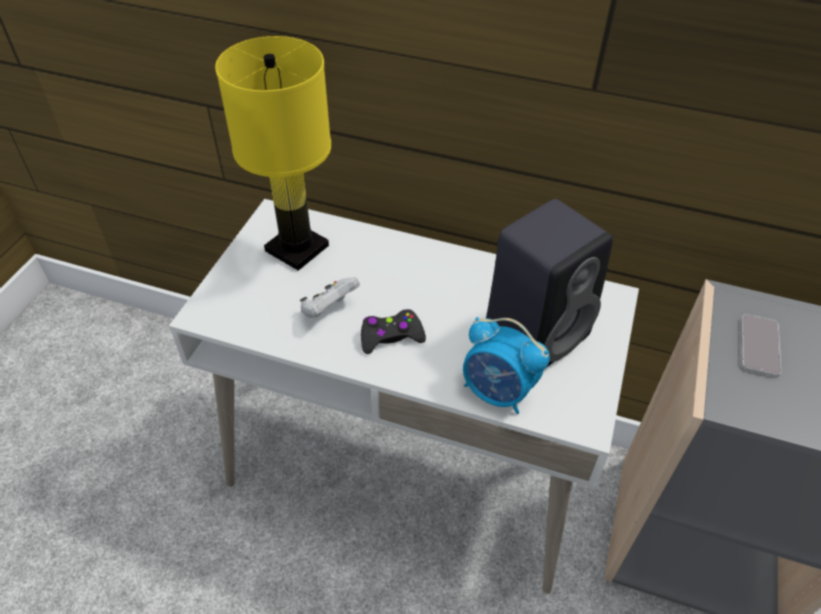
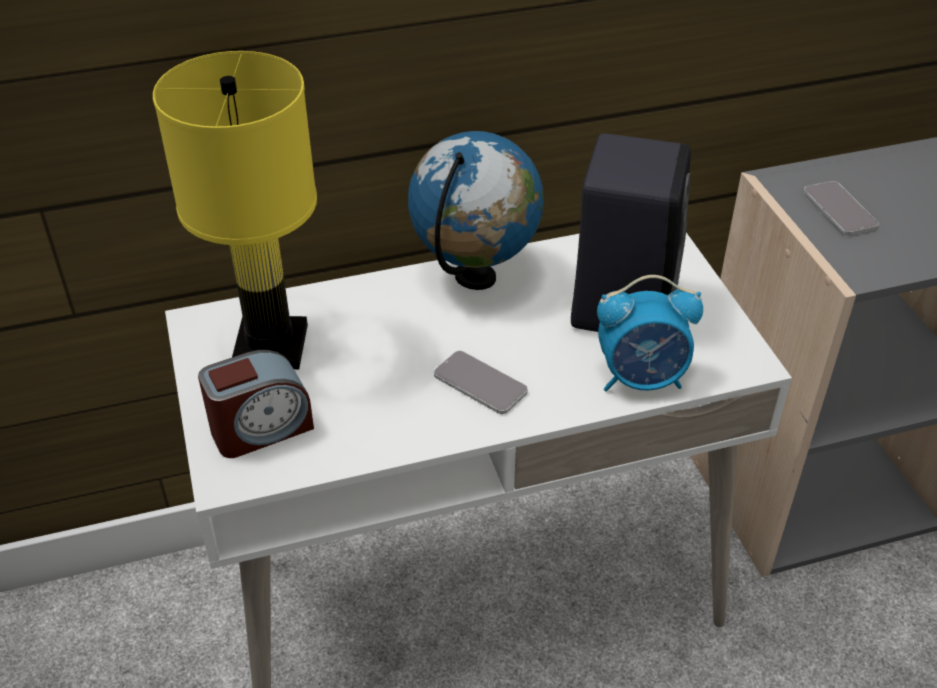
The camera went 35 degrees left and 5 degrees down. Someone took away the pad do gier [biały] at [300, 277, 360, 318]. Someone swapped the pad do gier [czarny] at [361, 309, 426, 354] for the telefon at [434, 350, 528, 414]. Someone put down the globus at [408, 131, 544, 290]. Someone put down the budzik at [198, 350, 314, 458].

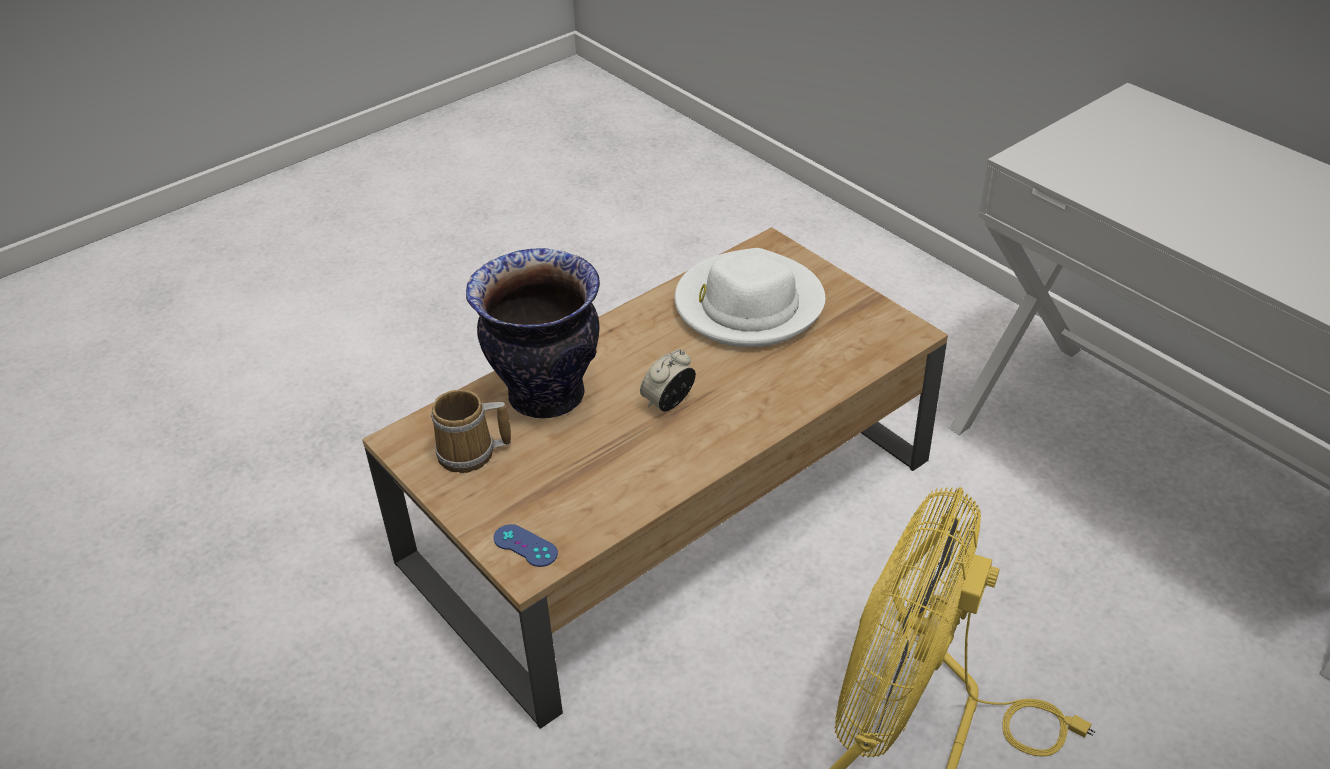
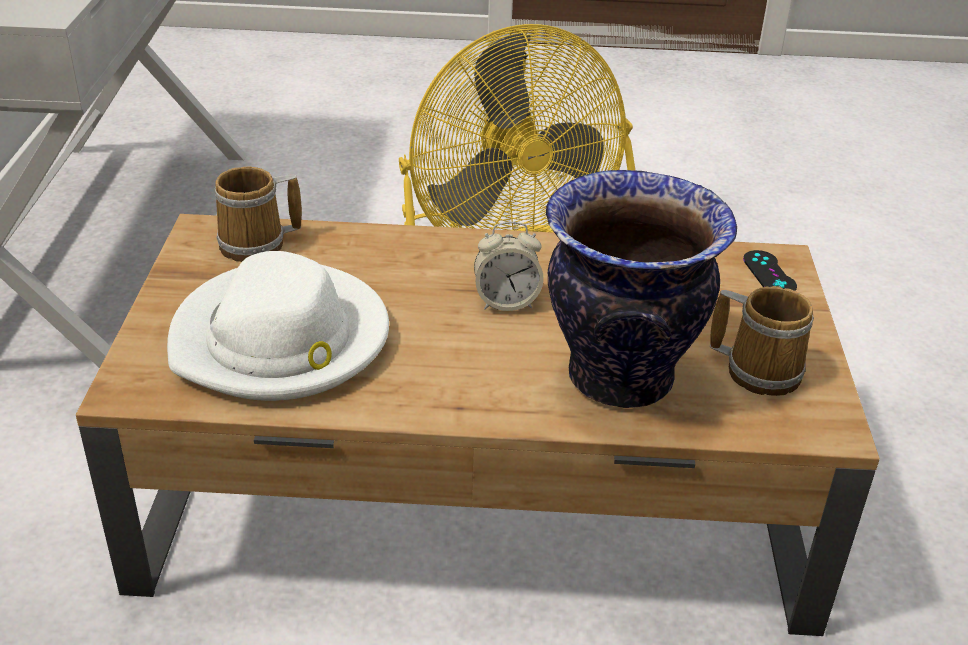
The camera went 140 degrees left and 5 degrees down. Someone repainted the pad do gier [niebieski] at [493, 524, 558, 567], which became the pad do gier [czarny] at [743, 250, 797, 291]. Someone put down the kubek at [214, 167, 302, 262].

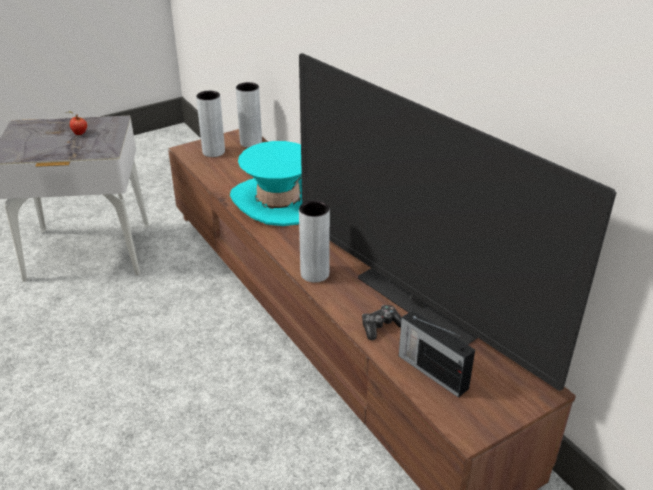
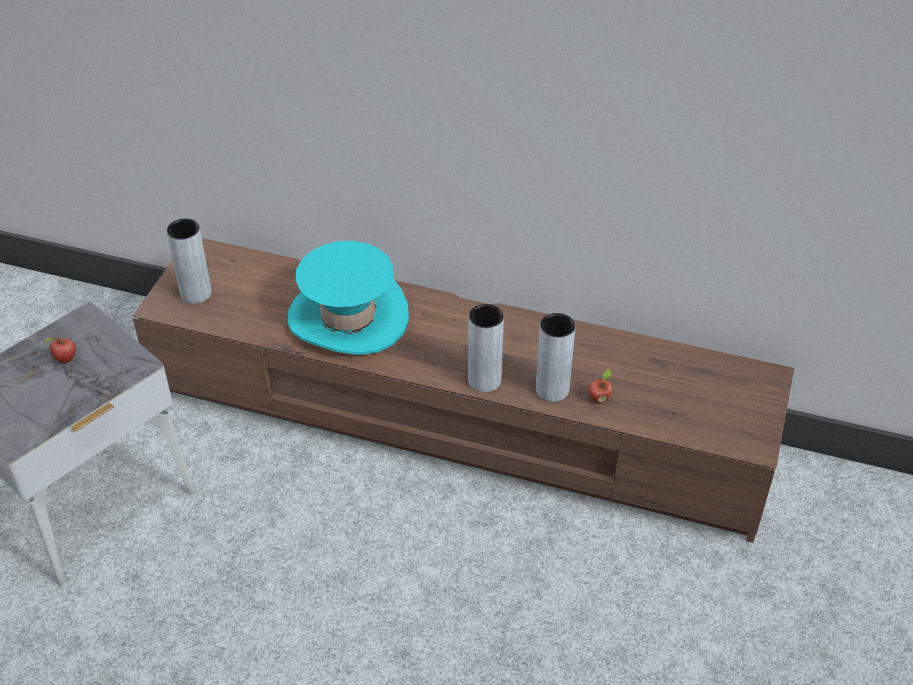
The camera went 40 degrees left and 10 degrees up. Someone took away the telewizor at [299, 53, 616, 391]. Someone carried the wazon [szary] from [236, 82, 262, 148] to [536, 313, 575, 402]. Someone swapped the pad do gier at [362, 305, 402, 340] for the jabłko at [588, 369, 612, 403]. Someone took away the radio at [399, 310, 475, 398].

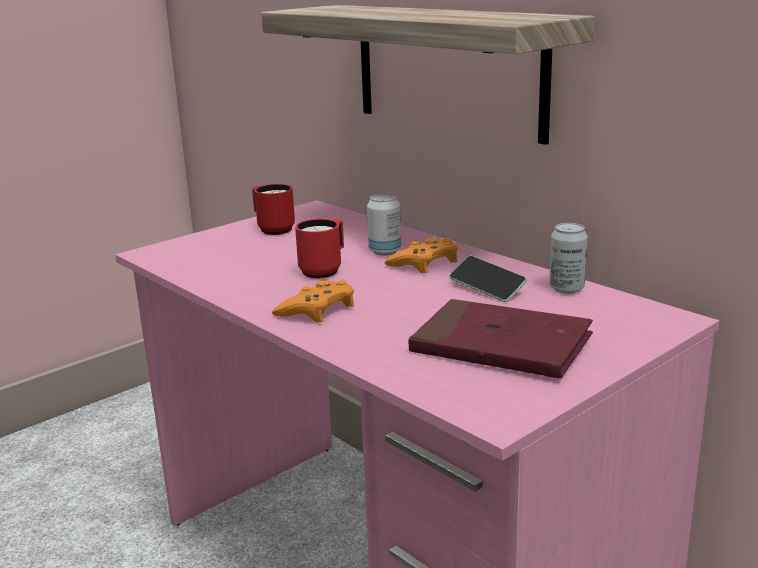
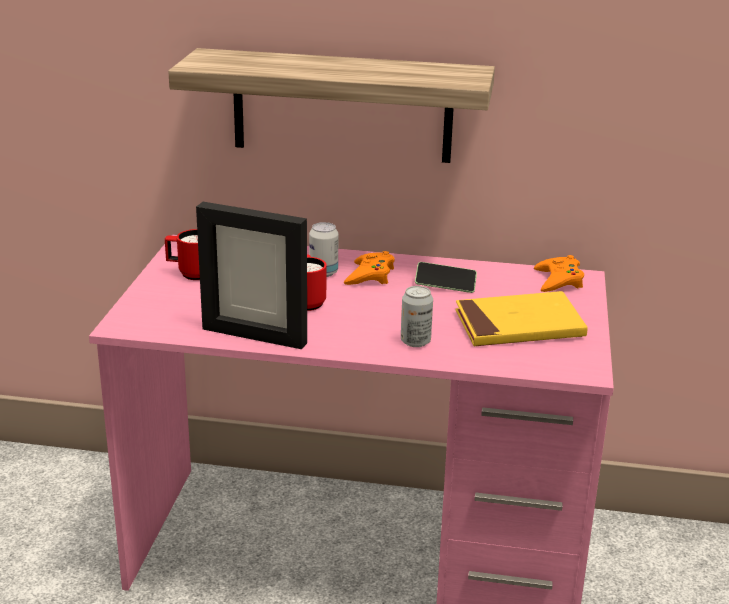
The camera went 40 degrees left and 5 degrees up. Someone carried the puszka from [549, 223, 588, 294] to [401, 286, 433, 347]. Someone carried the pad do gier [pomarańczowy] from [272, 280, 354, 322] to [534, 255, 584, 292]. Someone repainted the książka [czerwony] at [408, 299, 593, 378], which became the książka [żółty] at [455, 291, 588, 346]. Someone put down the ramka na zdjęcie at [196, 202, 307, 349].

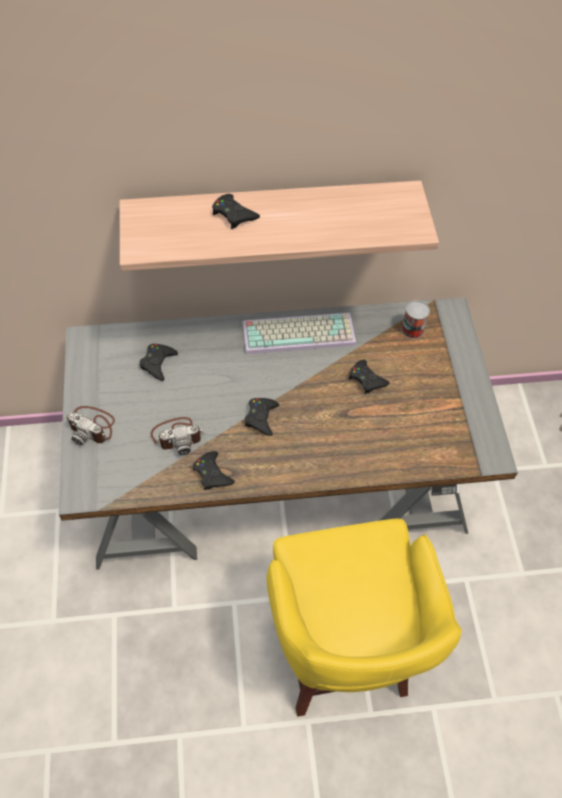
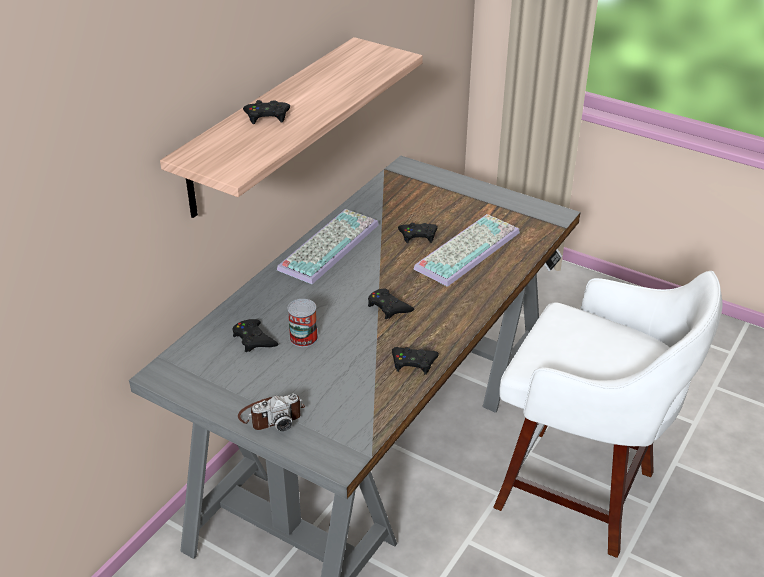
The camera went 50 degrees left and 20 degrees down. Someone carried the puszka from [401, 300, 430, 339] to [287, 299, 318, 347]. Someone took away the aparat fotograficzny at [150, 417, 205, 455]. Someone repainted the stołek [żółty] at [266, 519, 462, 717], which became the stołek [biały] at [493, 271, 723, 558]. Someone put down the klawiatura at [414, 214, 520, 287].

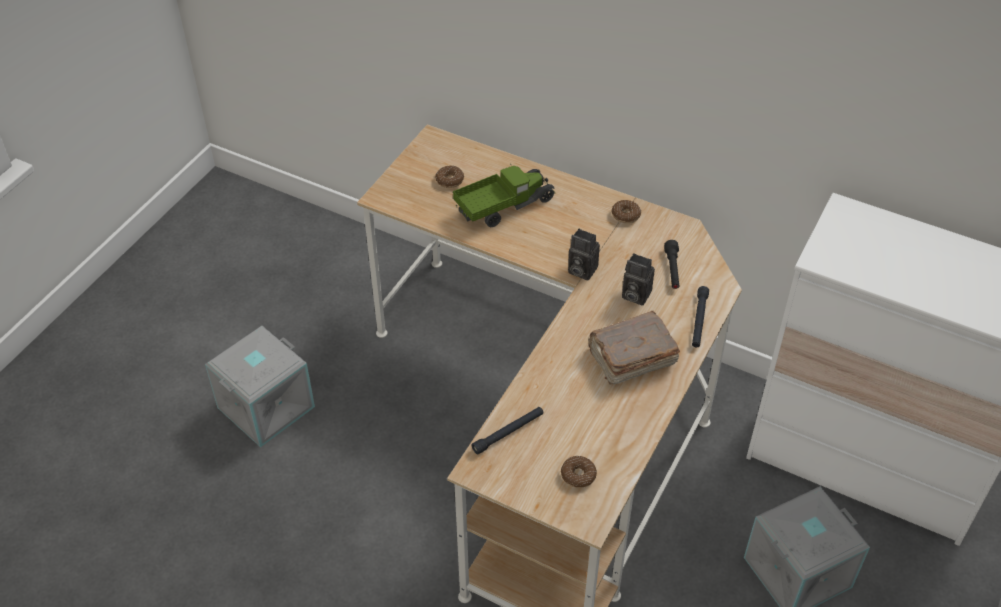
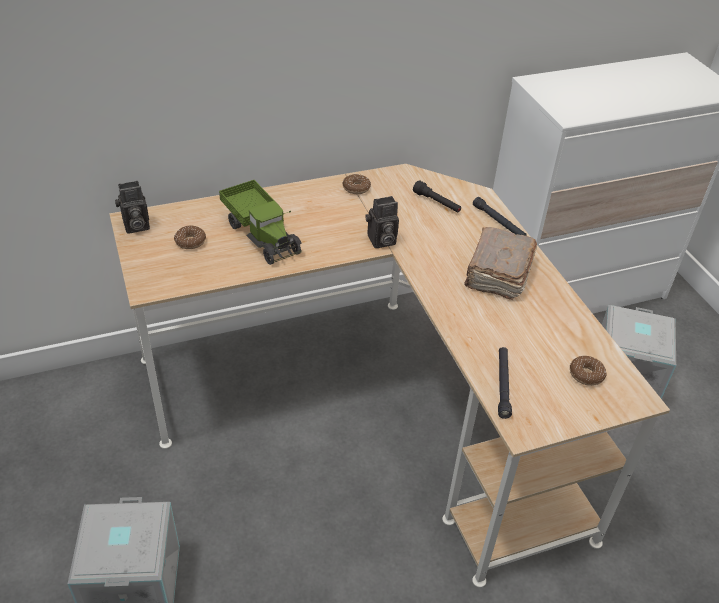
The camera went 50 degrees left and 5 degrees down. Someone rotated the ciężarówka zabawkowa at [453, 164, 555, 227] by 135 degrees clockwise. Someone carried the aparat fotograficzny from [622, 253, 655, 306] to [115, 181, 150, 234].

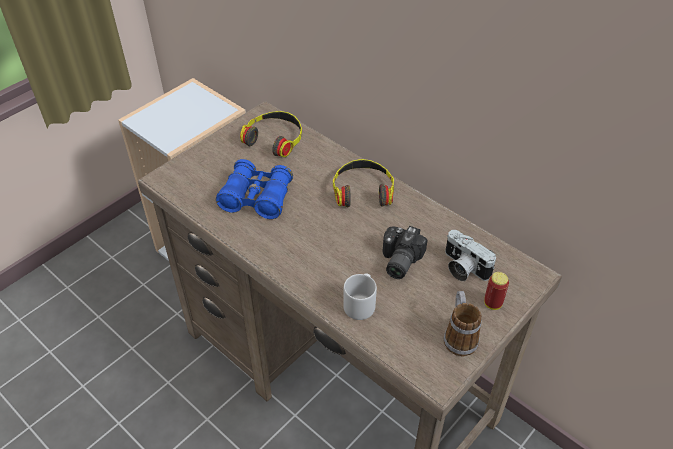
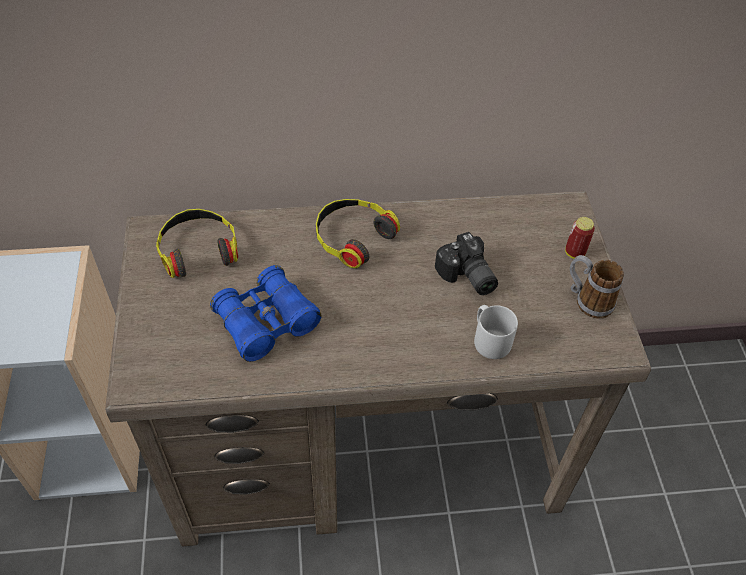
The camera went 50 degrees left and 5 degrees up. Someone took away the aparat fotograficzny at [445, 230, 496, 281].

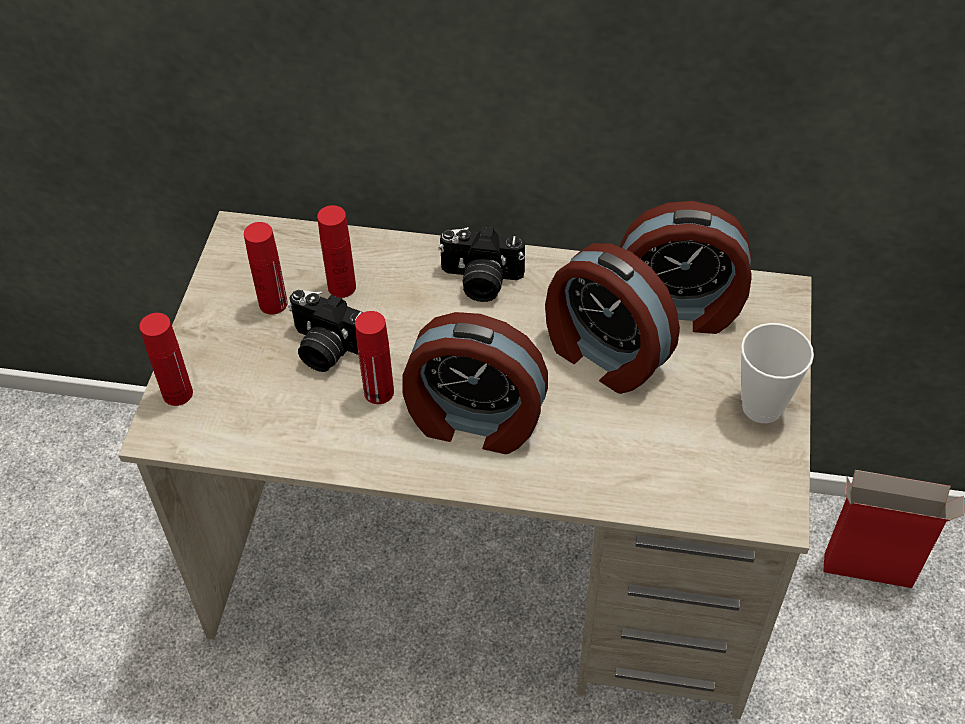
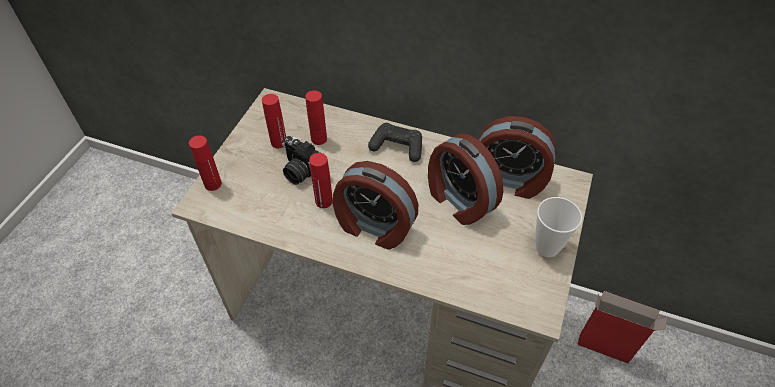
The camera went 10 degrees right and 0 degrees up. Someone swapped the aparat fotograficzny at [438, 226, 525, 302] for the pad do gier [czarny] at [368, 123, 422, 162].

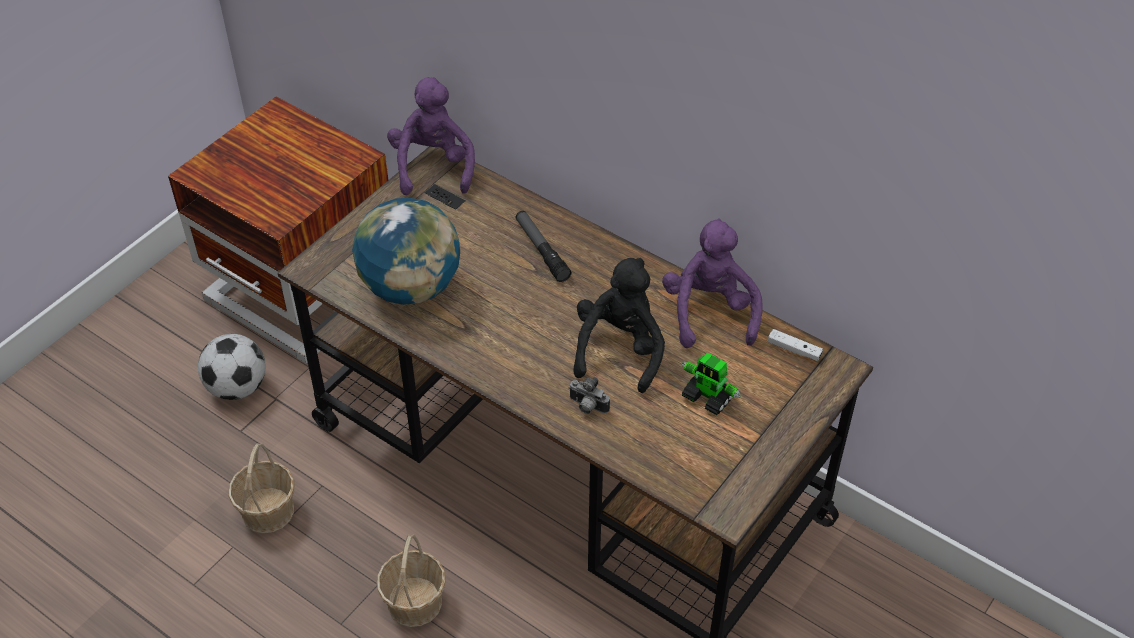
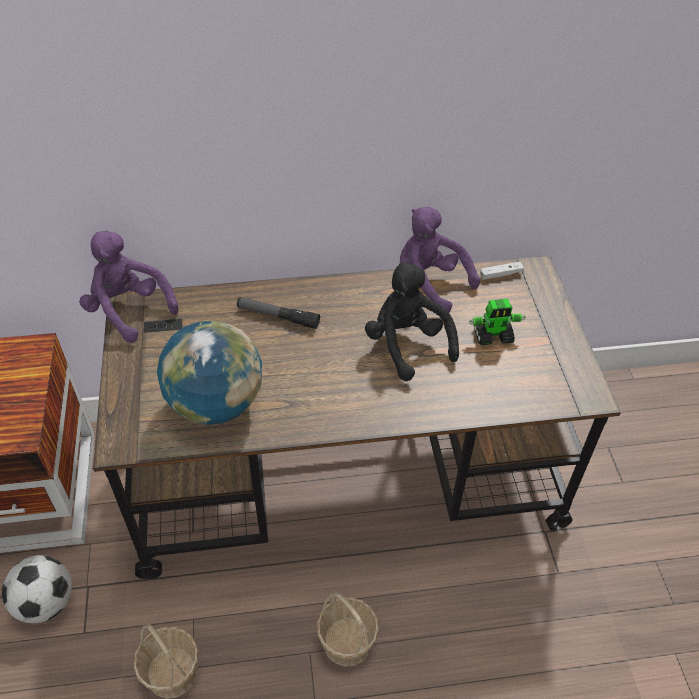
The camera went 45 degrees left and 0 degrees up. Someone took away the aparat fotograficzny at [569, 377, 610, 414].

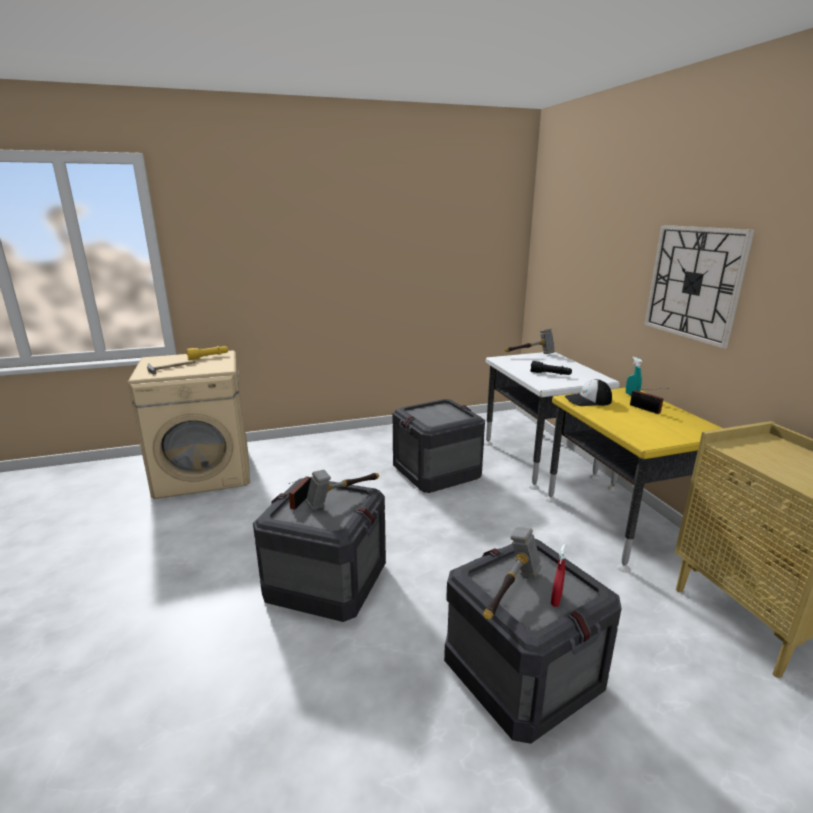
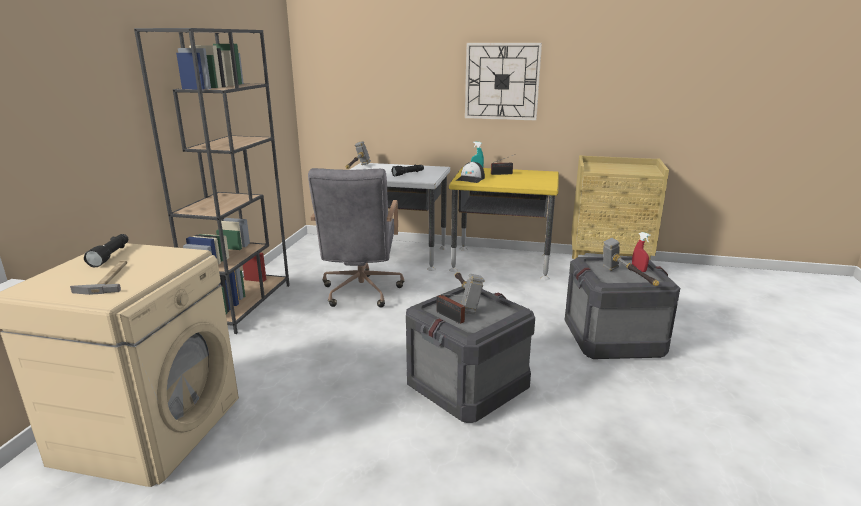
The camera went 60 degrees left and 0 degrees up. Someone repainted the latarka [żółty] at [186, 346, 228, 360], which became the latarka [czarny] at [84, 234, 128, 268]. Someone swapped the skrzynka at [392, 399, 485, 493] for the krzesło biurowe [szary] at [308, 168, 405, 307]. Someone put down the regał at [134, 28, 290, 334].

